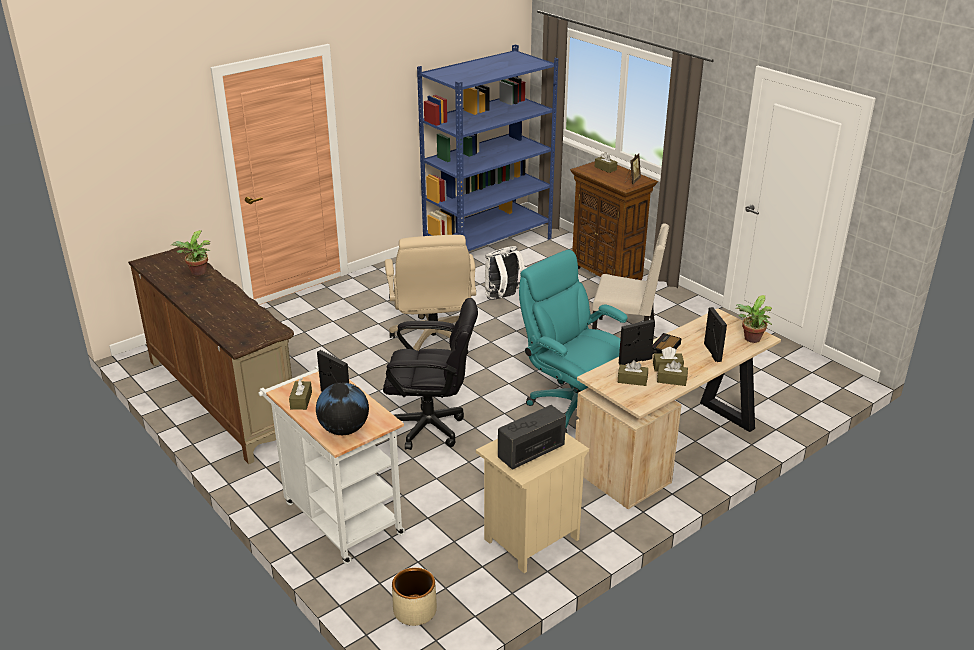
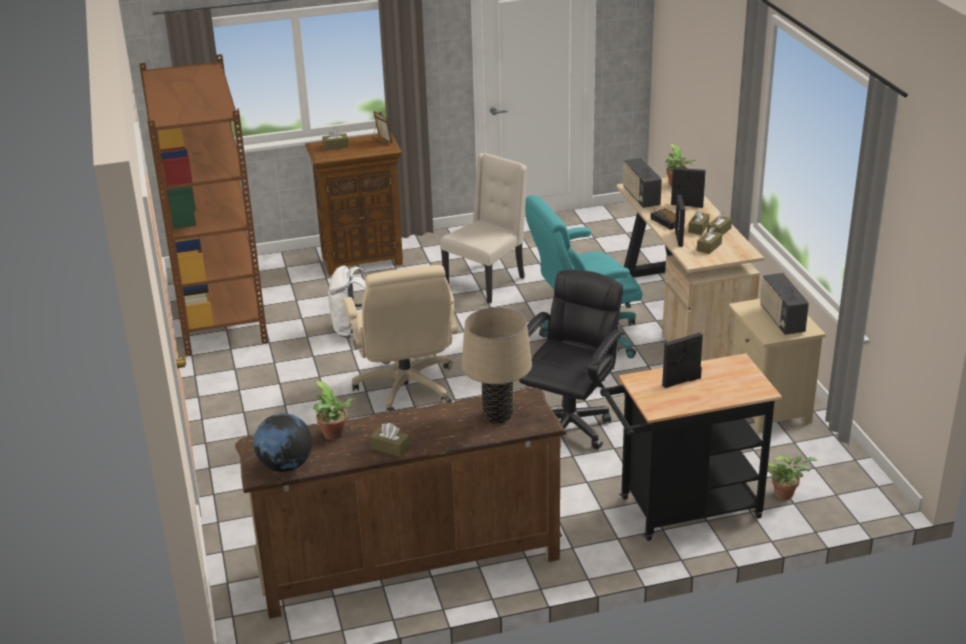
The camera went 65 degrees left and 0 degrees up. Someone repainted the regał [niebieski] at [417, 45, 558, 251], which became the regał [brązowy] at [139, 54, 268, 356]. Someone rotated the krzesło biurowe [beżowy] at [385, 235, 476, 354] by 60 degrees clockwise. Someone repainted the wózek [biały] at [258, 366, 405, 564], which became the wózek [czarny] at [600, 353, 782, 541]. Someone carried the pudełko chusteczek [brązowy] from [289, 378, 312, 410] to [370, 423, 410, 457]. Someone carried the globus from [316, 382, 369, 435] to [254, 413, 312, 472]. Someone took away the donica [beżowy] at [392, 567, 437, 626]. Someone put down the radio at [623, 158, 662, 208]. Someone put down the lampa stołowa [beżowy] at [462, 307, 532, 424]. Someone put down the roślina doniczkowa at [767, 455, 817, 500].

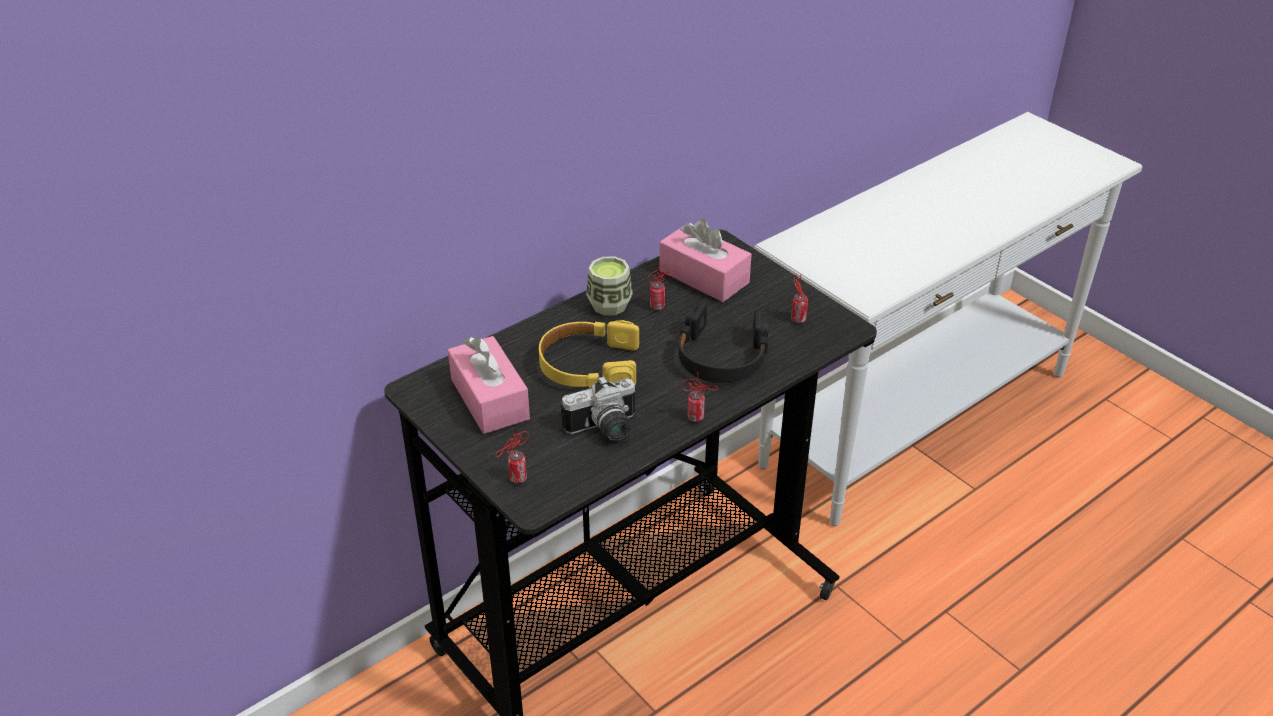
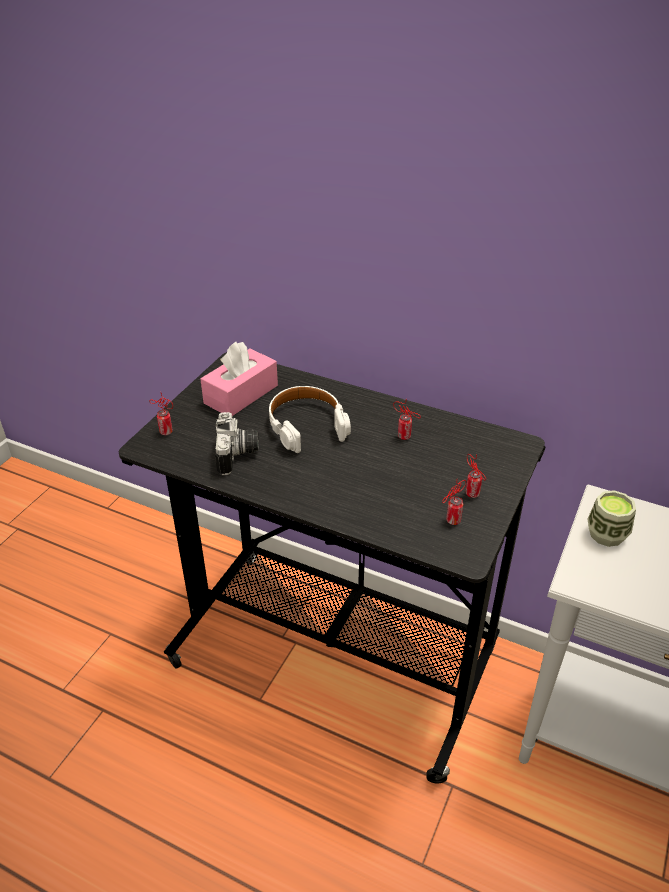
The camera went 65 degrees right and 0 degrees up. Someone took away the pudełko chusteczek [różowy] at [659, 219, 752, 302]. Someone carried the filiżanka from [586, 256, 633, 316] to [588, 490, 636, 547]. Someone took away the słuchawki [czarny] at [678, 302, 768, 383]. Someone repainted the słuchawki [żółty] at [539, 320, 639, 388], which became the słuchawki [biały] at [269, 386, 351, 453]. Someone carried the puszka from [681, 373, 718, 422] to [466, 454, 486, 498]. Someone rotated the aparat fotograficzny at [561, 376, 636, 441] by 135 degrees counterclockwise.

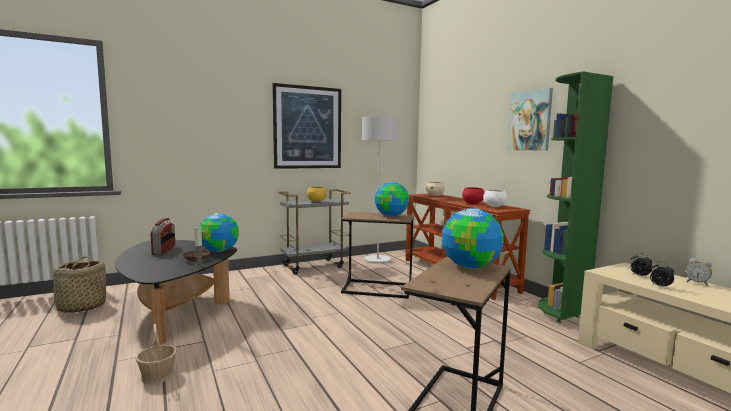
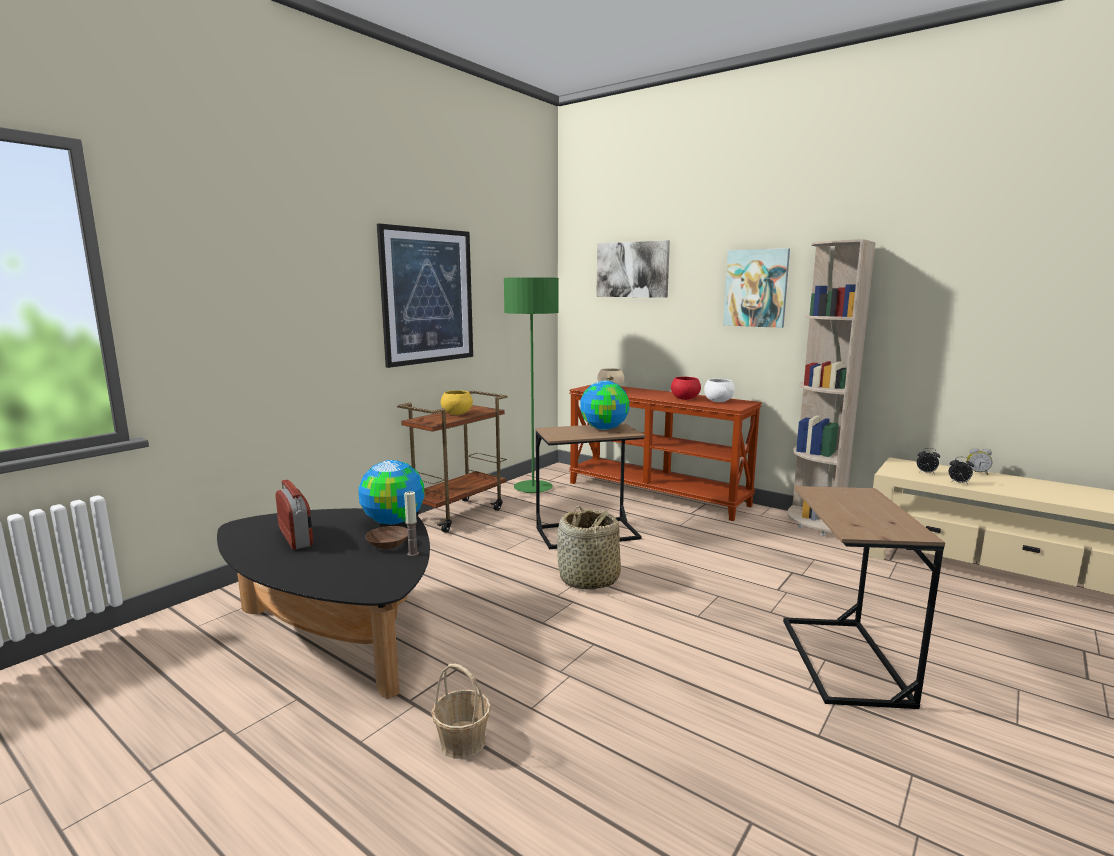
The camera went 25 degrees left and 5 degrees up. Someone repainted the regał [zielony] at [538, 71, 613, 323], which became the regał [beżowy] at [787, 239, 875, 536]. Someone repainted the lampa stojąca [szary] at [362, 116, 399, 263], which became the lampa stojąca [zielony] at [504, 278, 559, 493]. Someone repainted the wózek [szary] at [278, 189, 351, 274], which became the wózek [brązowy] at [397, 391, 507, 533]. Someone took away the globus at [442, 208, 504, 269]. Someone carried the koszyk from [49, 256, 106, 313] to [557, 506, 621, 589]. Someone put up the obraz at [596, 240, 670, 298].

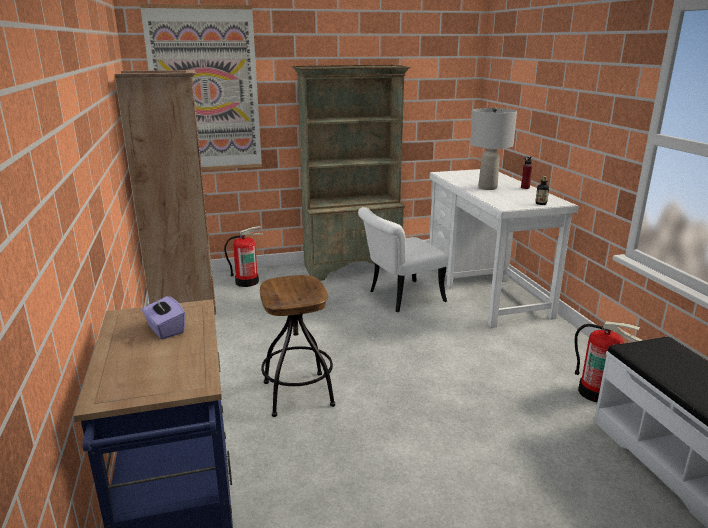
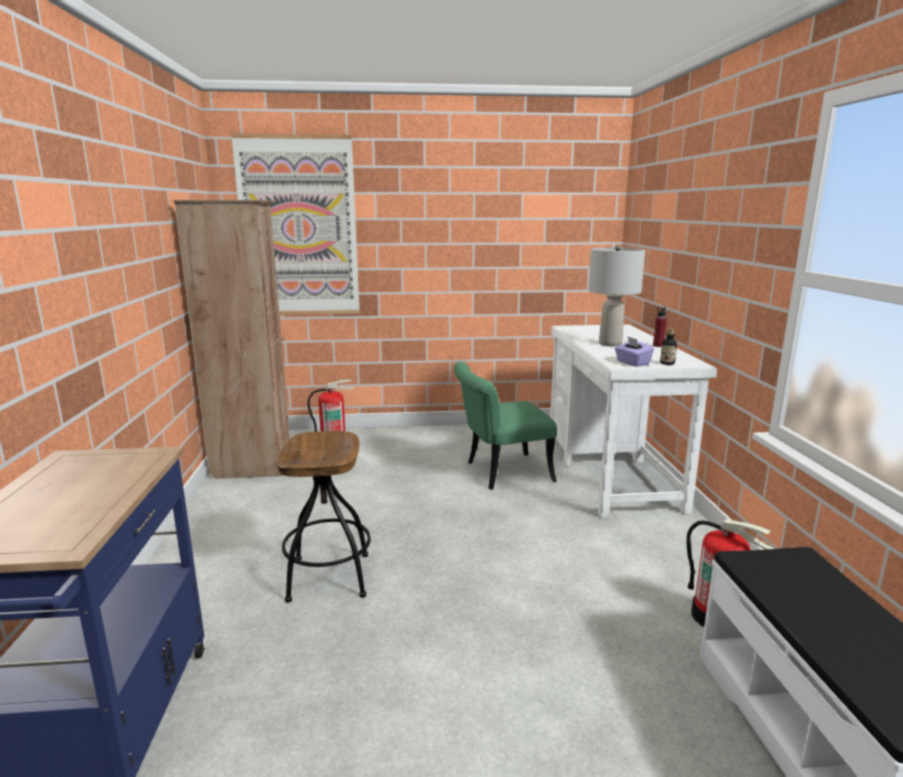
The camera went 10 degrees right and 5 degrees down. Someone took away the regał [zielony] at [292, 65, 411, 281]. Someone repainted the krzesło [biały] at [358, 207, 448, 312], which became the krzesło [zielony] at [454, 362, 557, 490]. Someone carried the pudełko chusteczek [fioletowy] from [142, 296, 186, 339] to [615, 336, 654, 367].

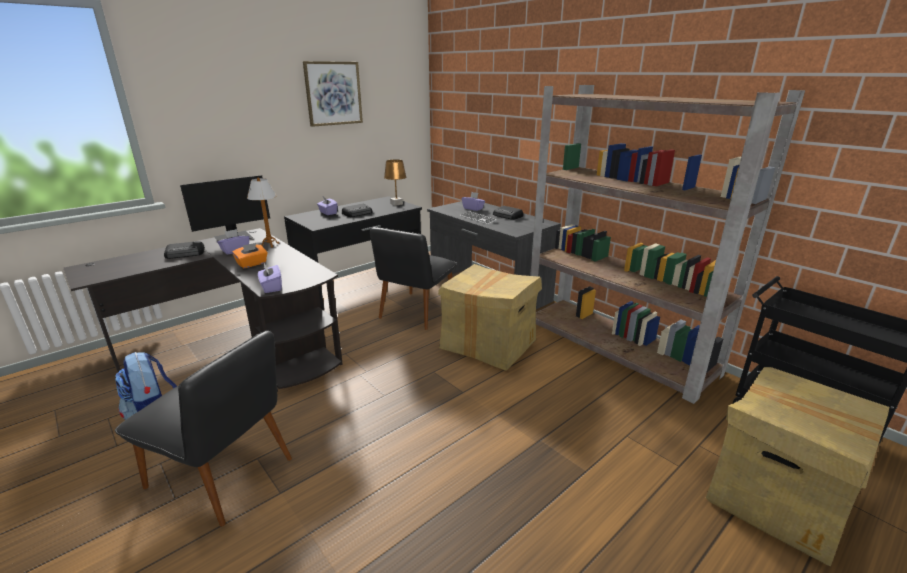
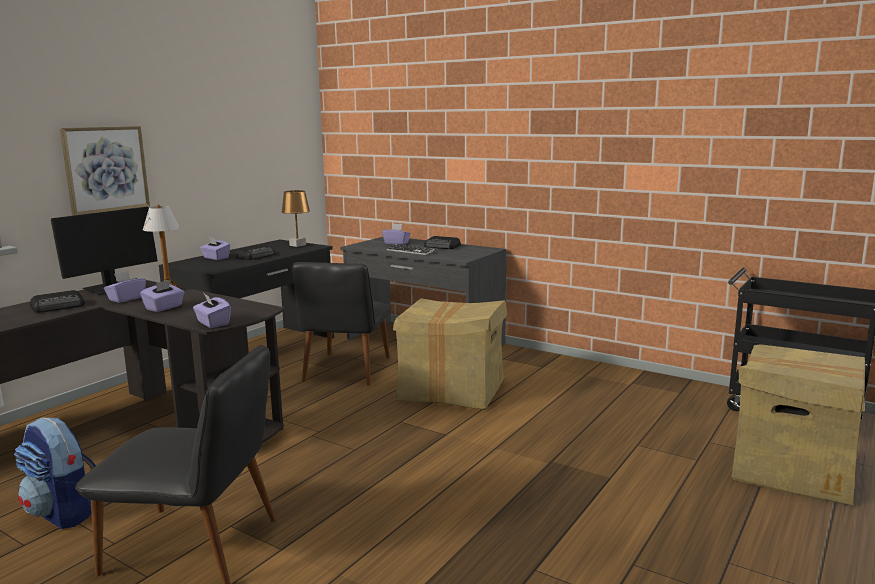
The camera went 15 degrees left and 10 degrees down. Someone carried the obraz from [303, 61, 363, 127] to [60, 126, 150, 216]. Someone took away the regał [brązowy] at [530, 85, 805, 404]. Someone repainted the pudełko chusteczek [pomarańczowy] at [232, 243, 268, 268], which became the pudełko chusteczek [fioletowy] at [140, 280, 185, 312].

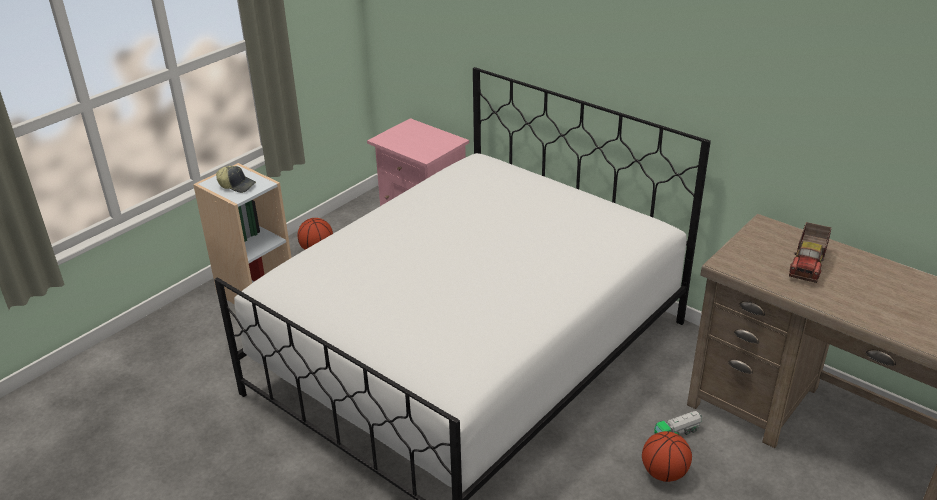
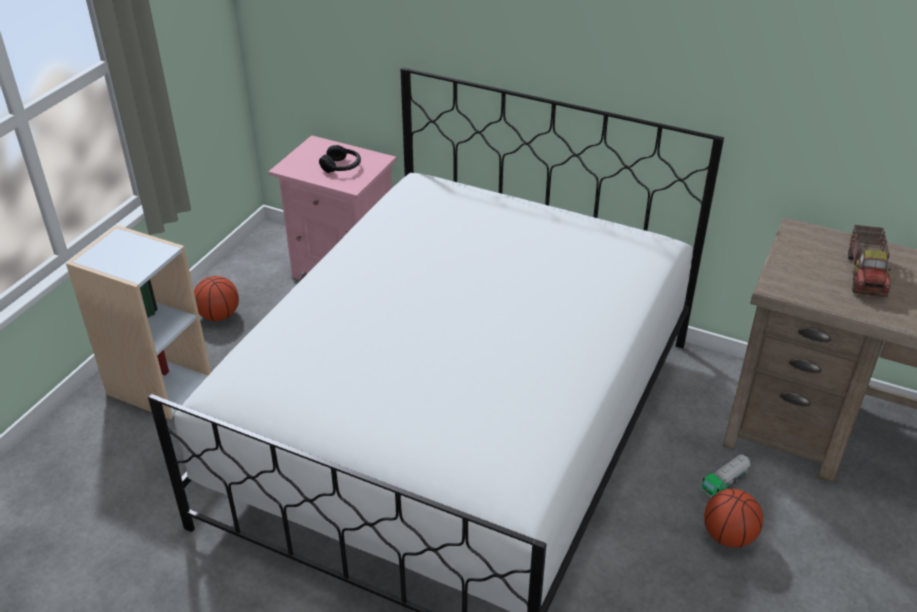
The camera went 15 degrees left and 5 degrees up. Someone took away the czapka z daszkiem at [216, 166, 256, 193]. Someone put down the słuchawki [czarny] at [319, 145, 361, 173].

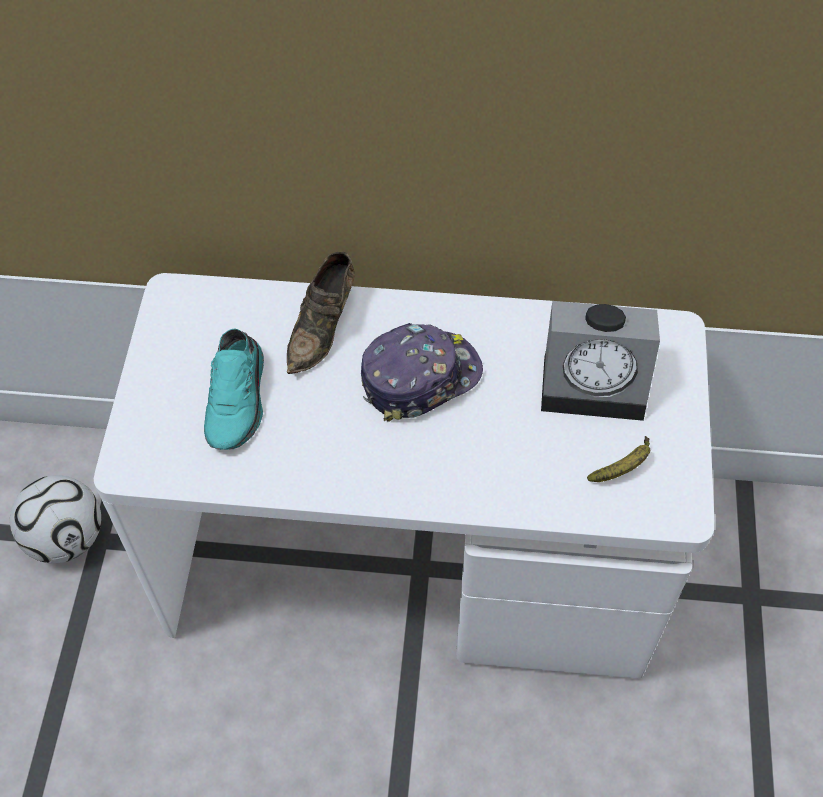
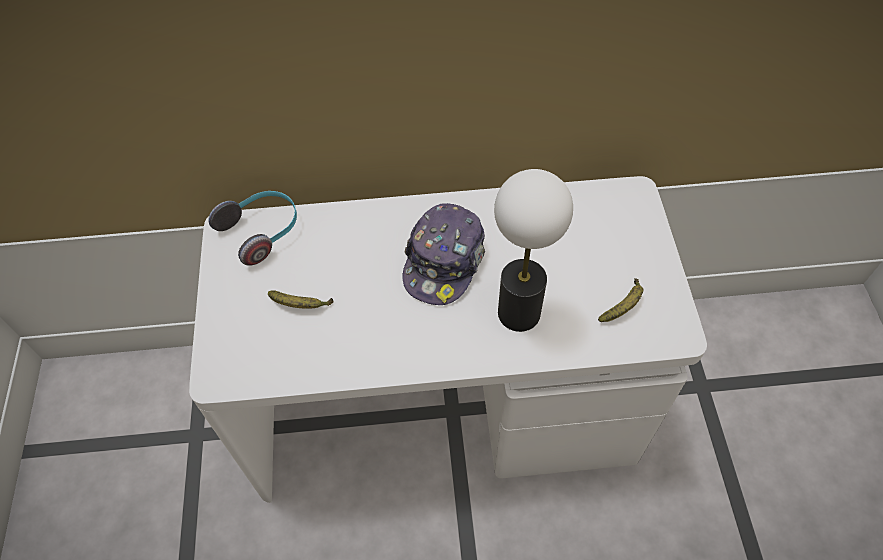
The camera went 10 degrees left and 0 degrees up. Someone took away the but [brązowy] at [287, 252, 355, 374]. Someone took away the budzik at [541, 301, 660, 421]. Someone rotated the czapka z daszkiem at [361, 323, 483, 422] by 150 degrees clockwise. Someone swapped the but [turkusowy] at [204, 329, 264, 450] for the banan at [268, 290, 334, 309]. Someone took away the piłka futbolowa at [10, 475, 101, 563]. Someone put down the lampa stołowa at [494, 169, 573, 332]. Someone put down the słuchawki at [208, 191, 297, 266].

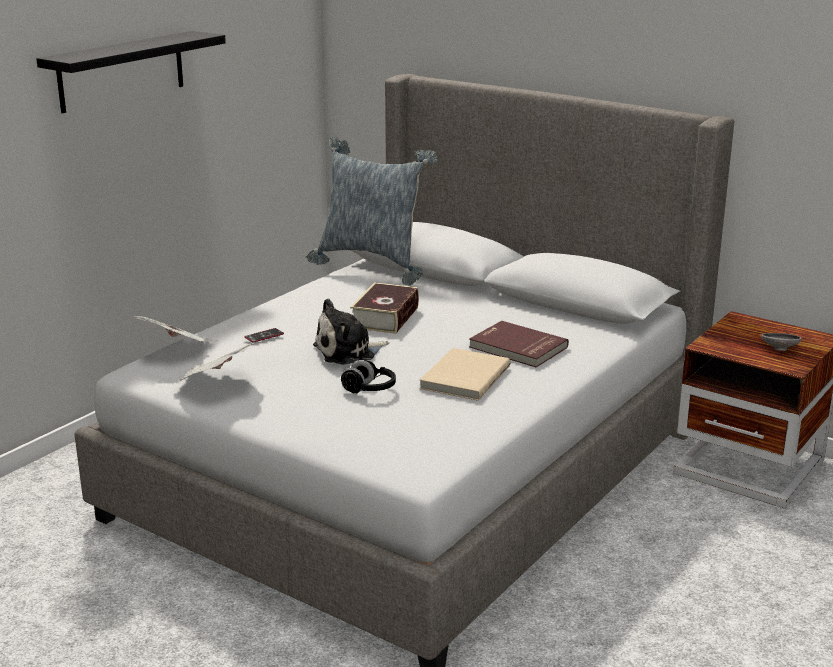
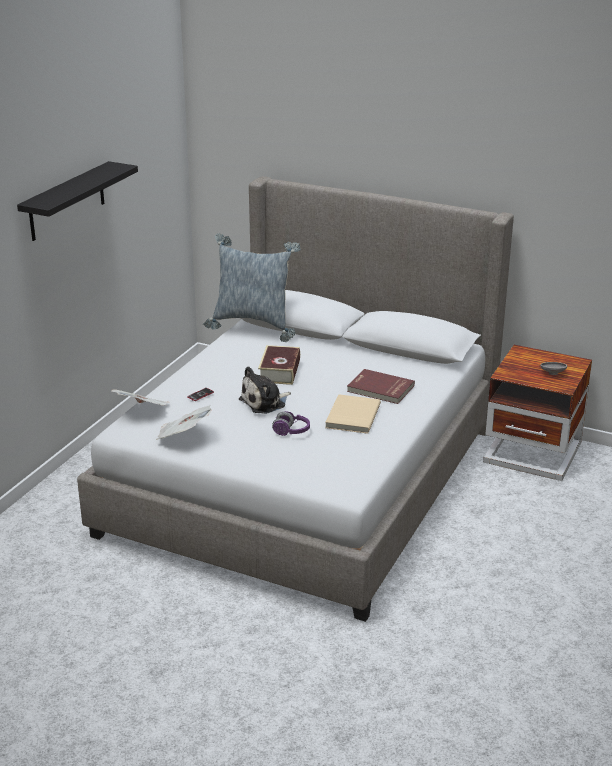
The camera went 10 degrees left and 5 degrees up. Someone repainted the słuchawki [czarny] at [341, 360, 396, 394], which became the słuchawki [fioletowy] at [272, 411, 310, 436].

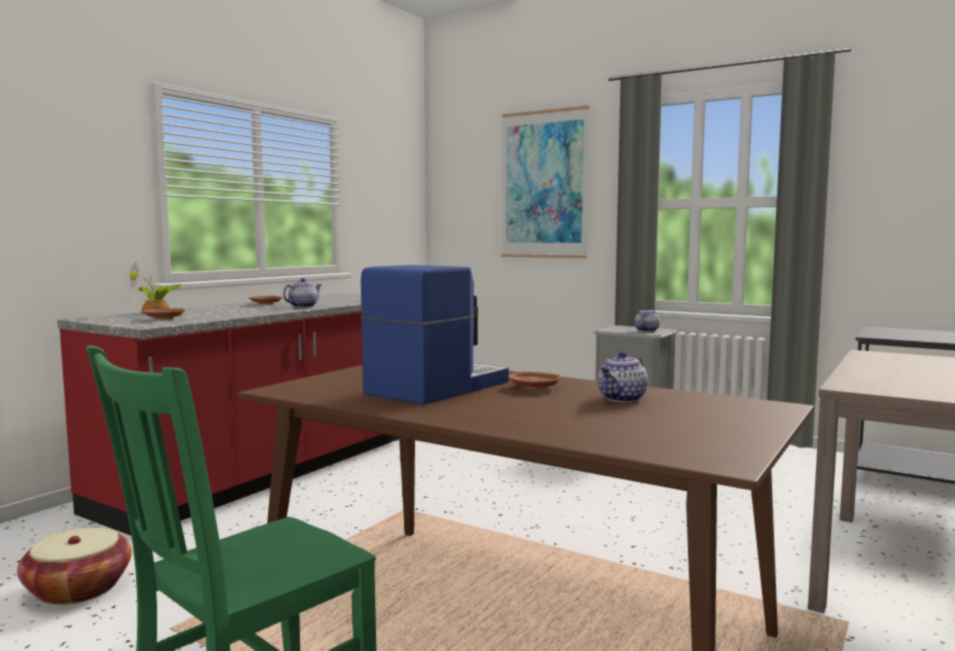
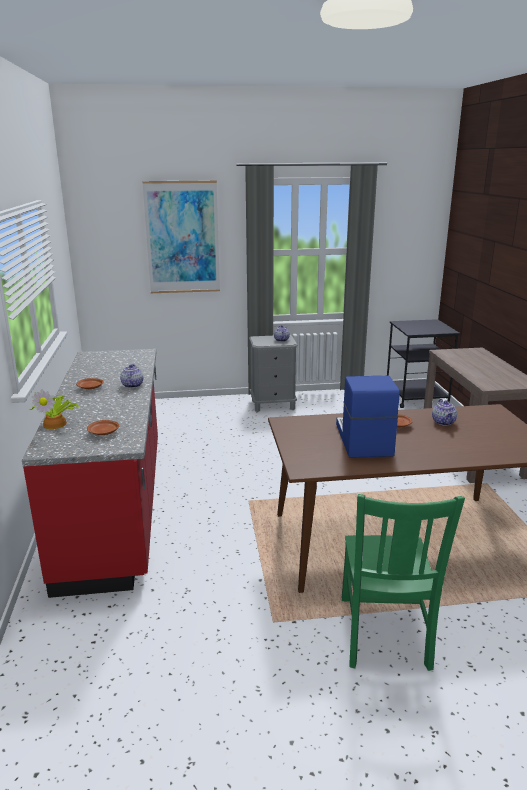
The camera went 40 degrees left and 15 degrees up. Someone took away the koszyk at [17, 528, 132, 605].

